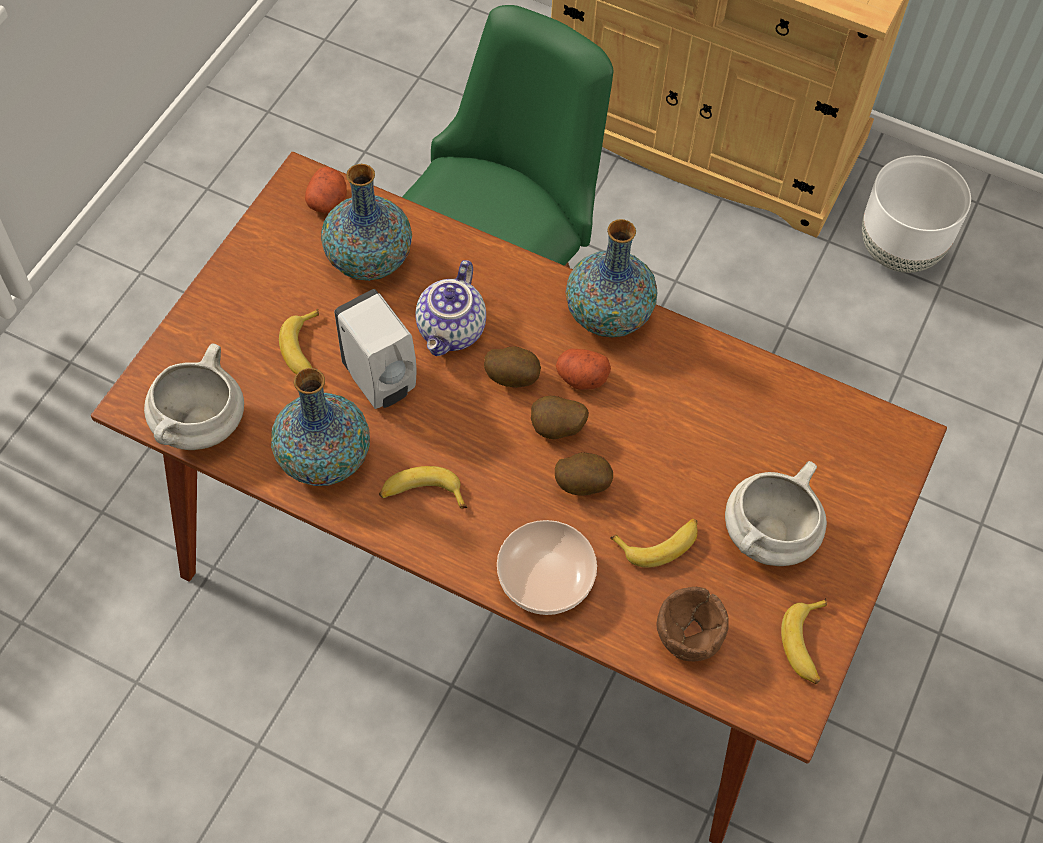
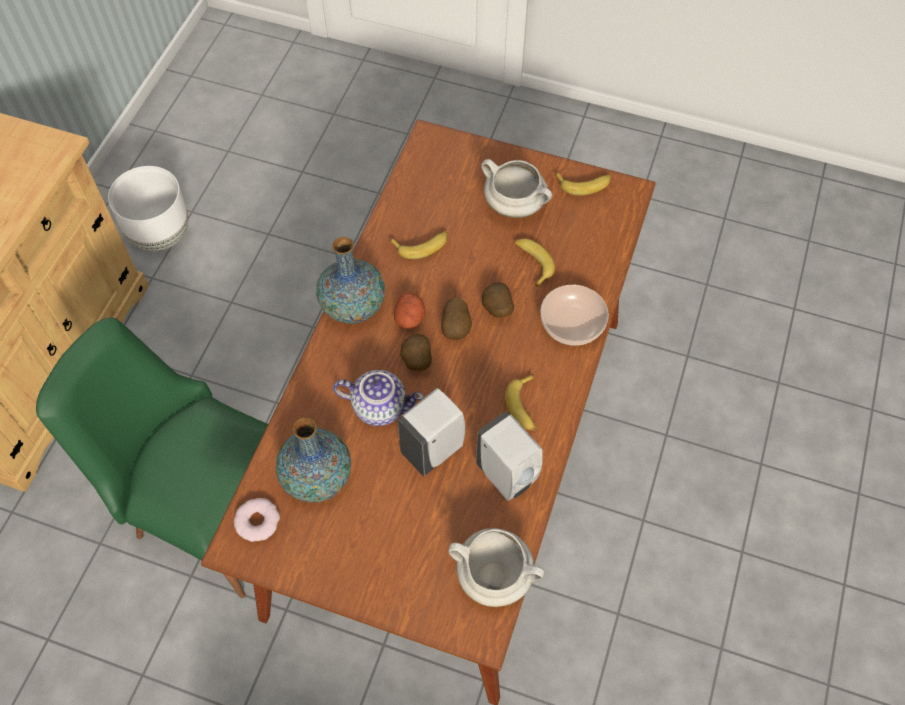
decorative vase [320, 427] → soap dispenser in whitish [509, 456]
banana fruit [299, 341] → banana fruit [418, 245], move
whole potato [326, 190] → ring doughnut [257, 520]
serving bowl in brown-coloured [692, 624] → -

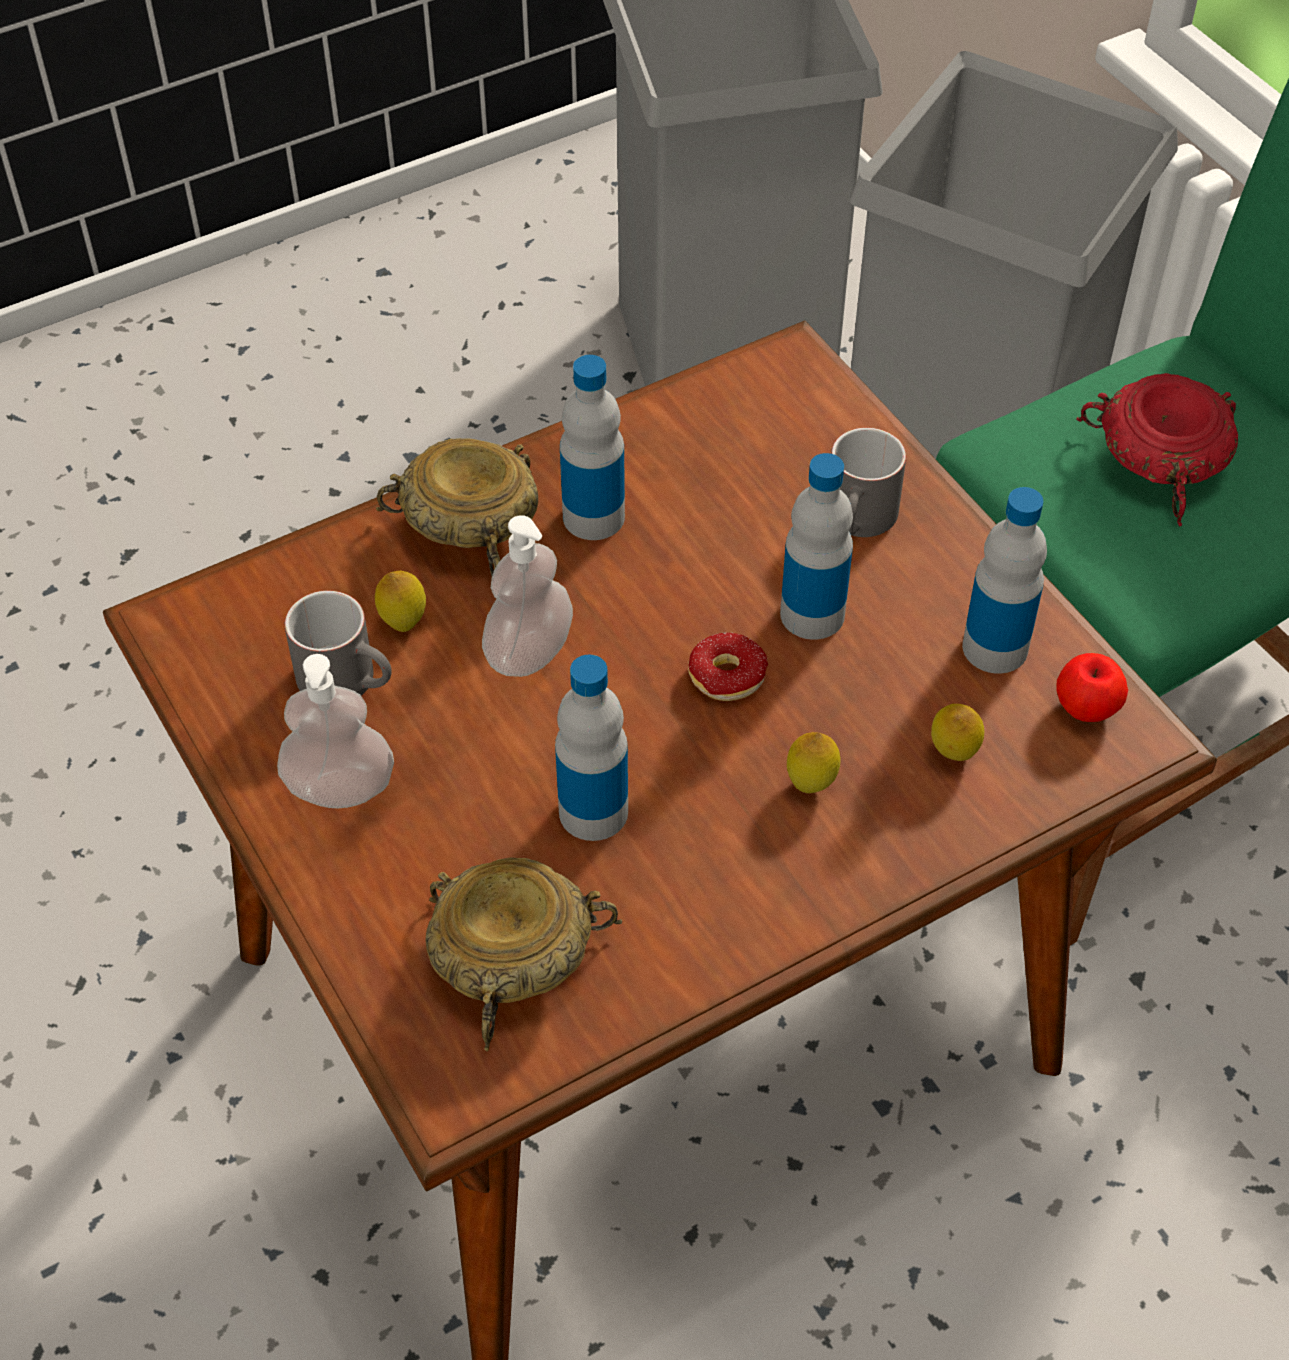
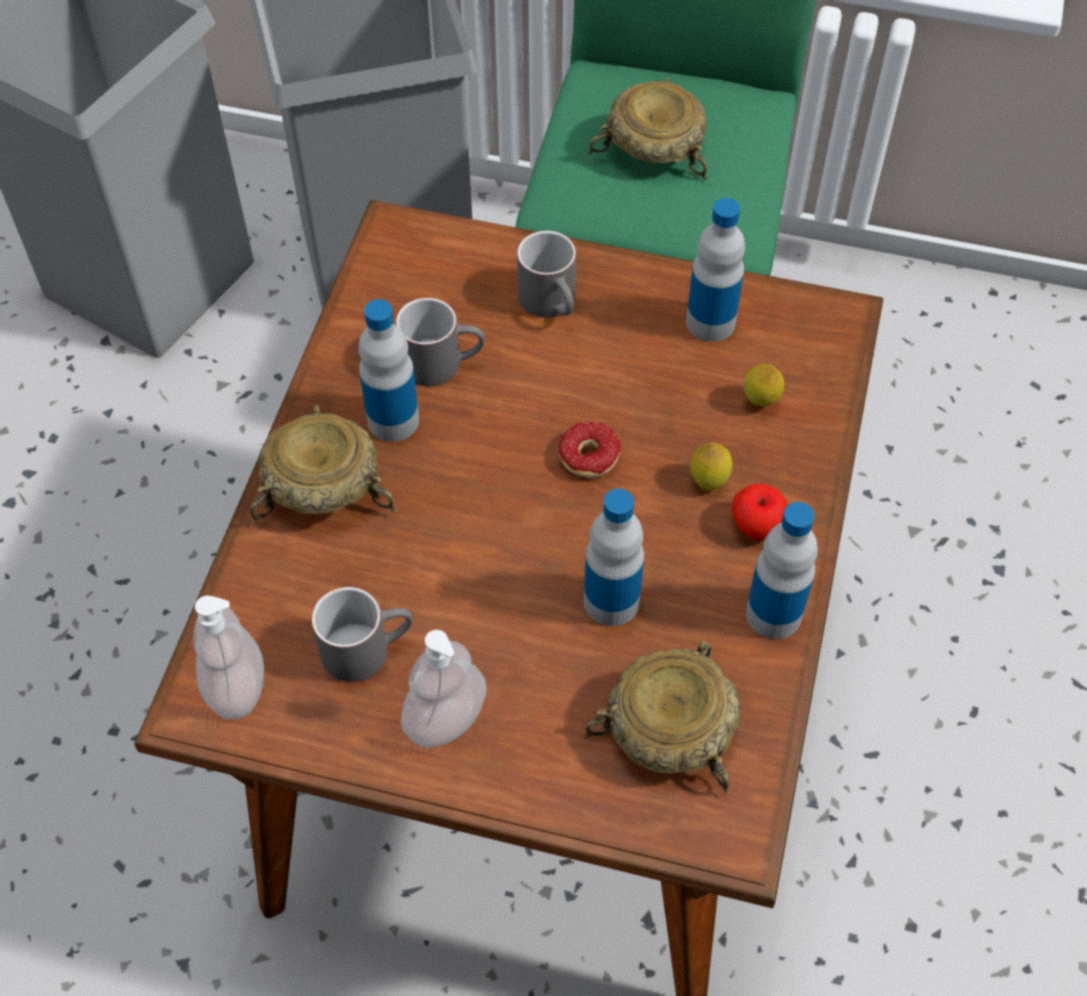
lemon [400, 601] → -
soap dispenser [527, 596] → soap dispenser [228, 657], move
drink bottle [816, 546] → drink bottle [782, 570], move
apple fruit [1092, 687] → apple fruit [760, 512], move
serving bowl in red-coloured [1157, 450] → serving bowl in beige-coloured [647, 129]
- → mug in grey [440, 342]

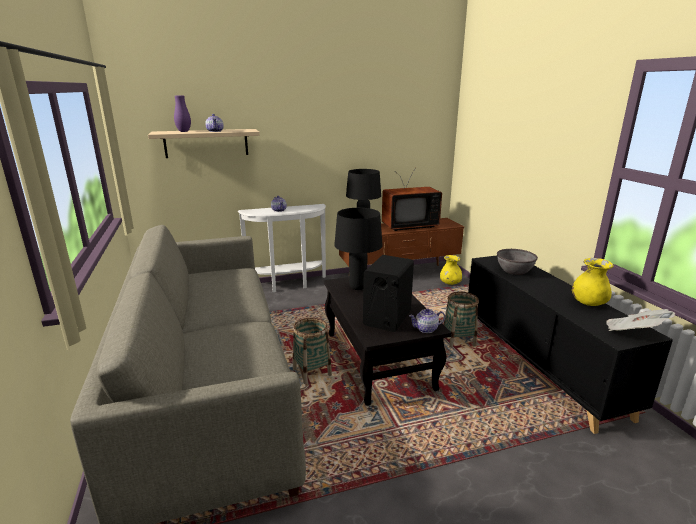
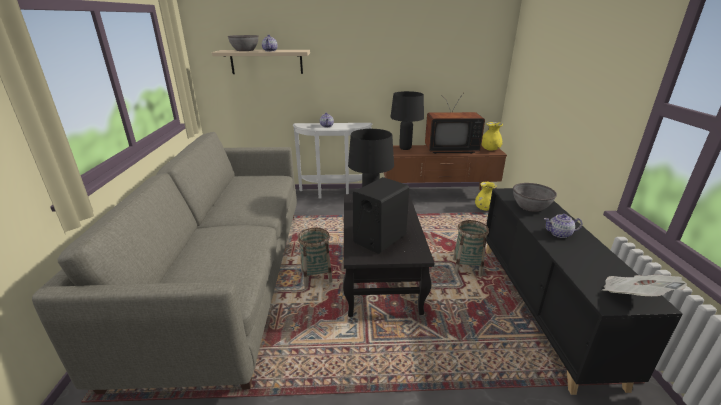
decorative vase in purple-coloured [182, 114] → serving bowl in grey [242, 43]
tea pot [427, 320] → tea pot [563, 226], move
decorative vase in yellow [593, 282] → decorative vase in yellow [492, 136], move

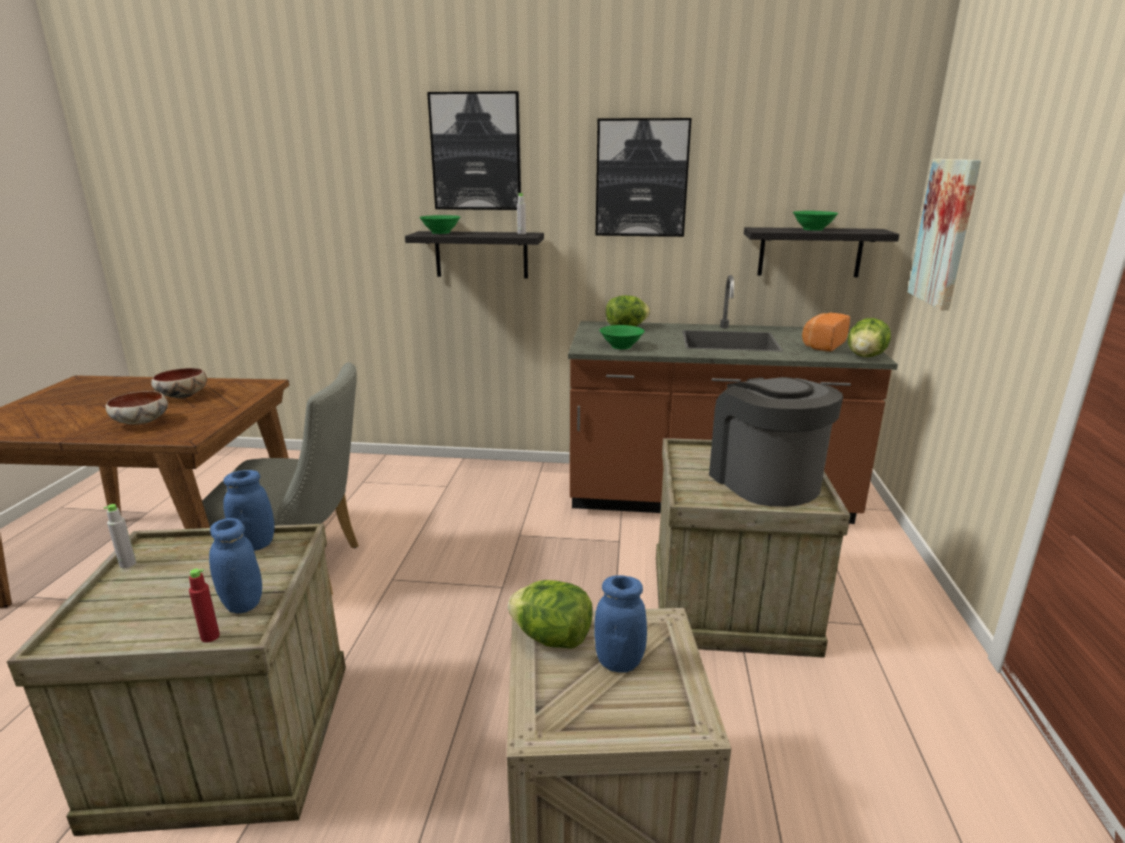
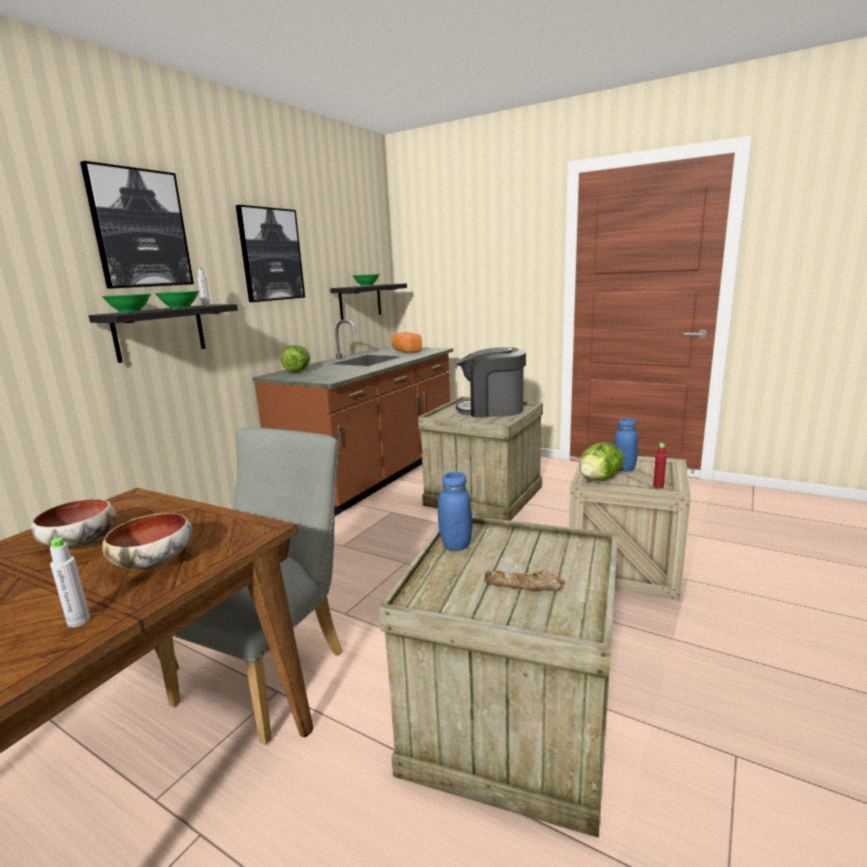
drink bottle in grey [120, 536] → drink bottle in grey [70, 582], move
drink bottle in red-coloured [204, 606] → drink bottle in red-coloured [660, 465], move
preserve jar in blue [235, 565] → -
serving bowl in green-coloured [622, 337] → serving bowl in green-coloured [177, 300], move
lettuce [869, 337] → -
wall art [944, 234] → -
- → baked bread [524, 580]

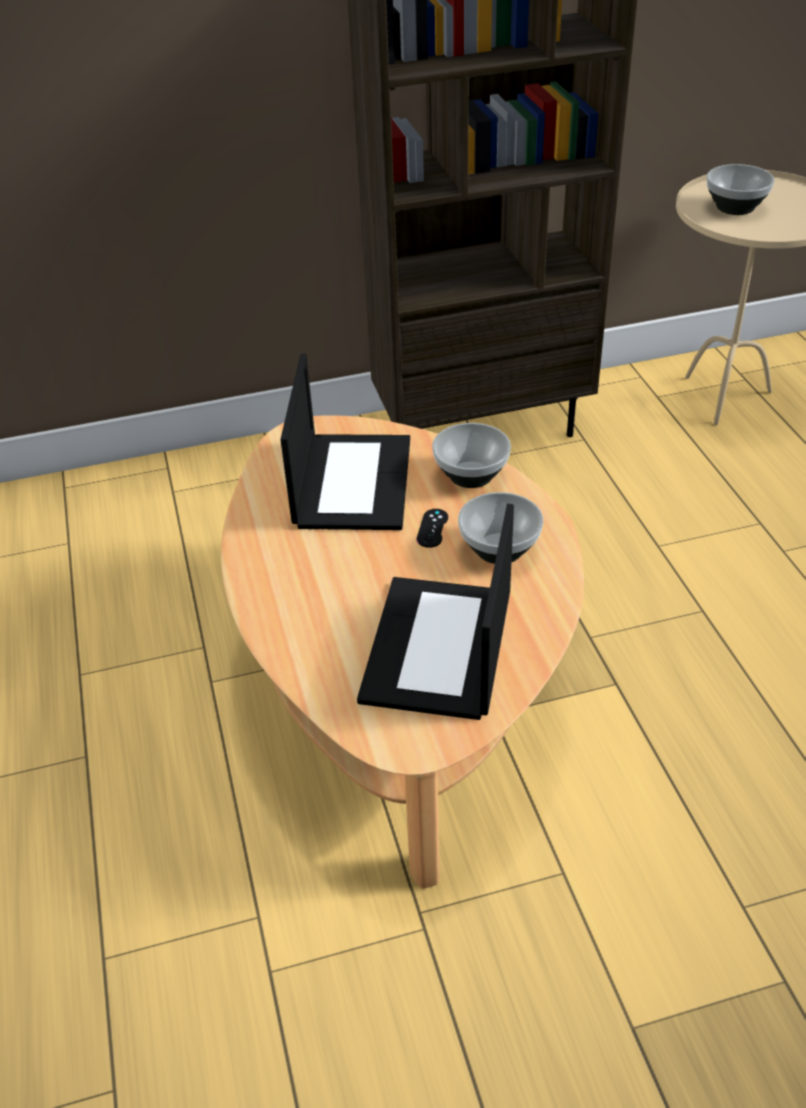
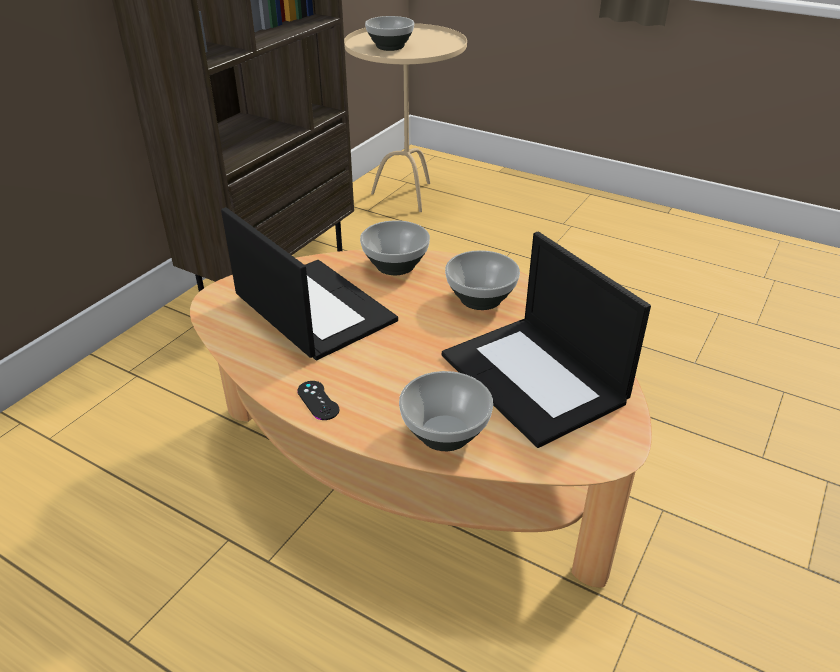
gamepad in blackish [432, 528] → gamepad in blackish [318, 400], move
- → serving bowl [446, 411]

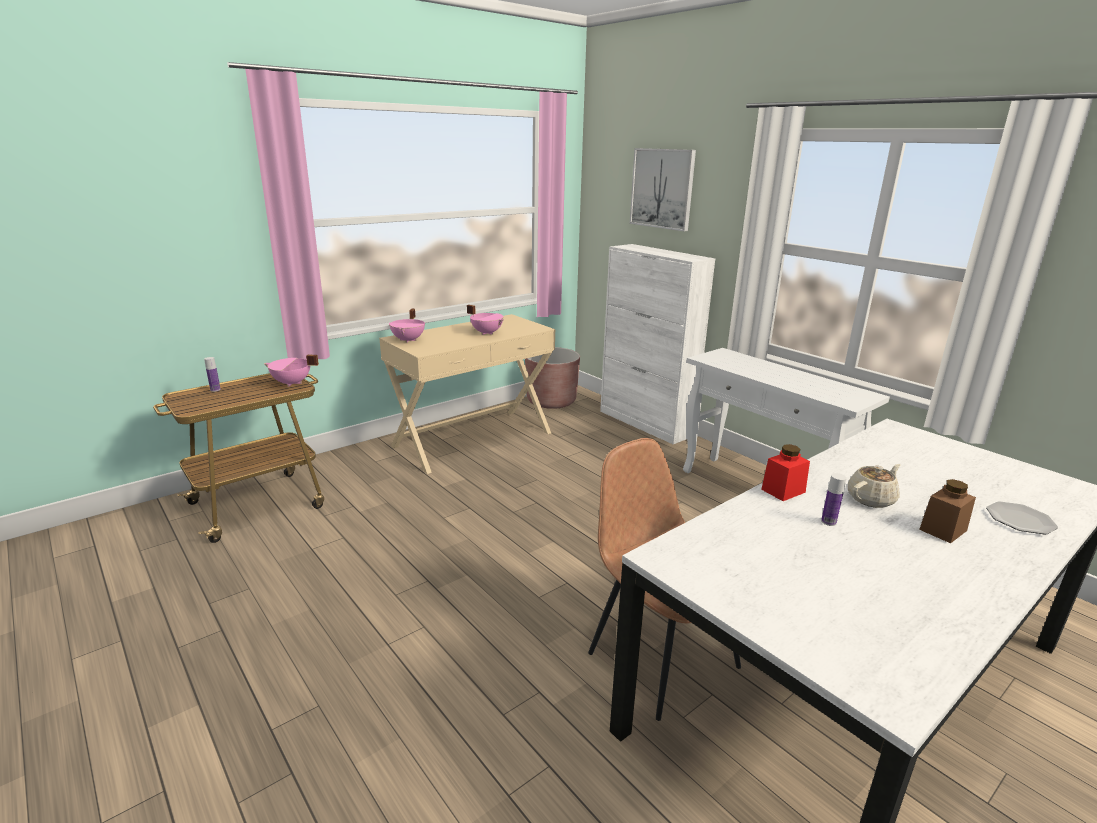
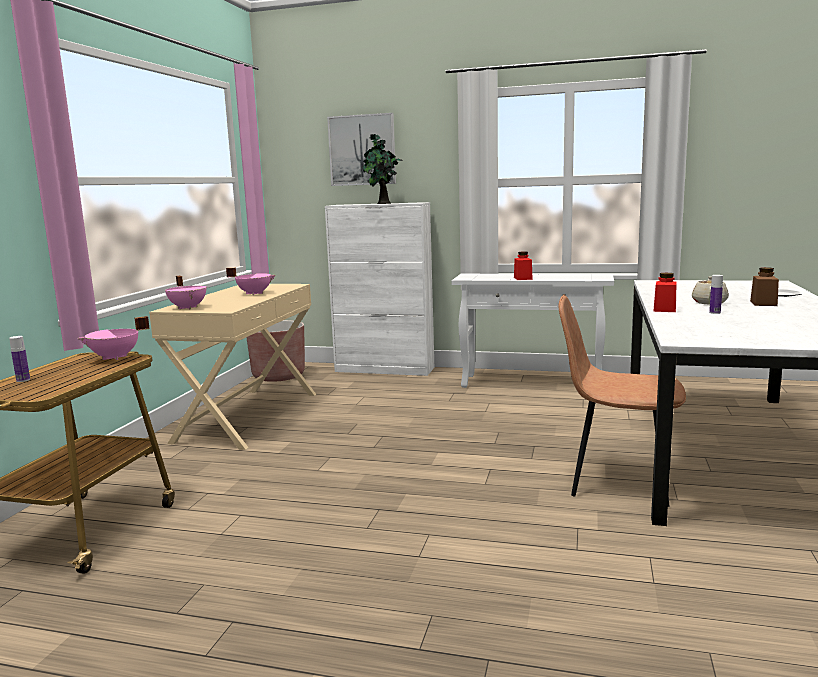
- → potted plant [382, 169]
- → preserve jar in red-coloured [523, 265]

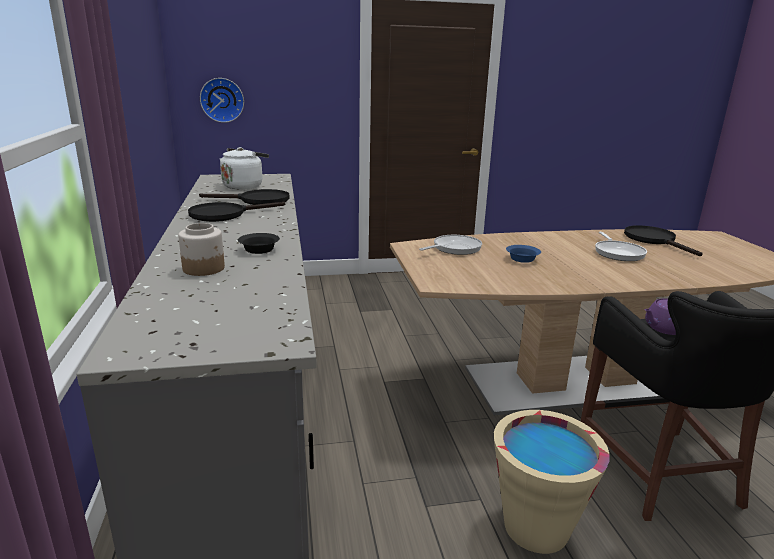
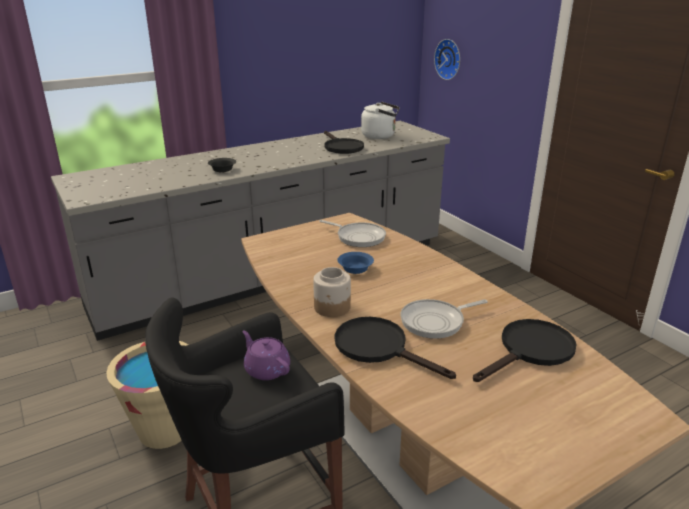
preserve jar [201, 249] → preserve jar [332, 292], move
skillet in blackish [236, 212] → skillet in blackish [395, 348], move

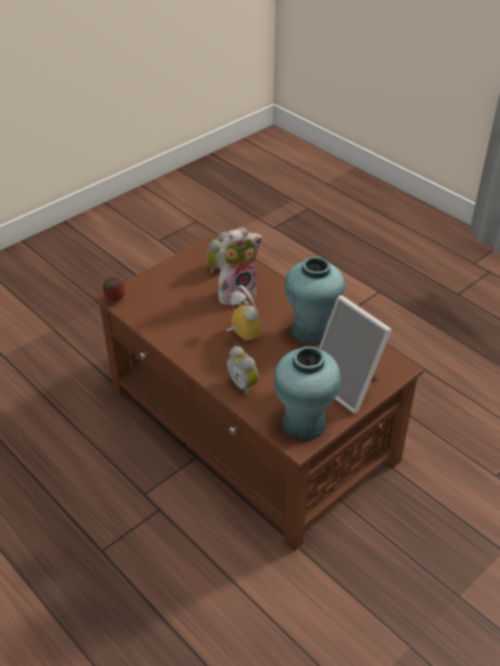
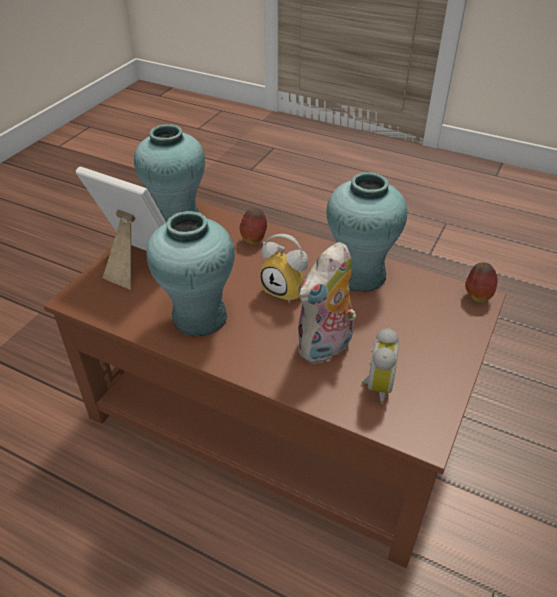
alarm clock [242, 371] → apple fruit [253, 226]
- → decorative vase in turquoise-coloured [366, 232]

